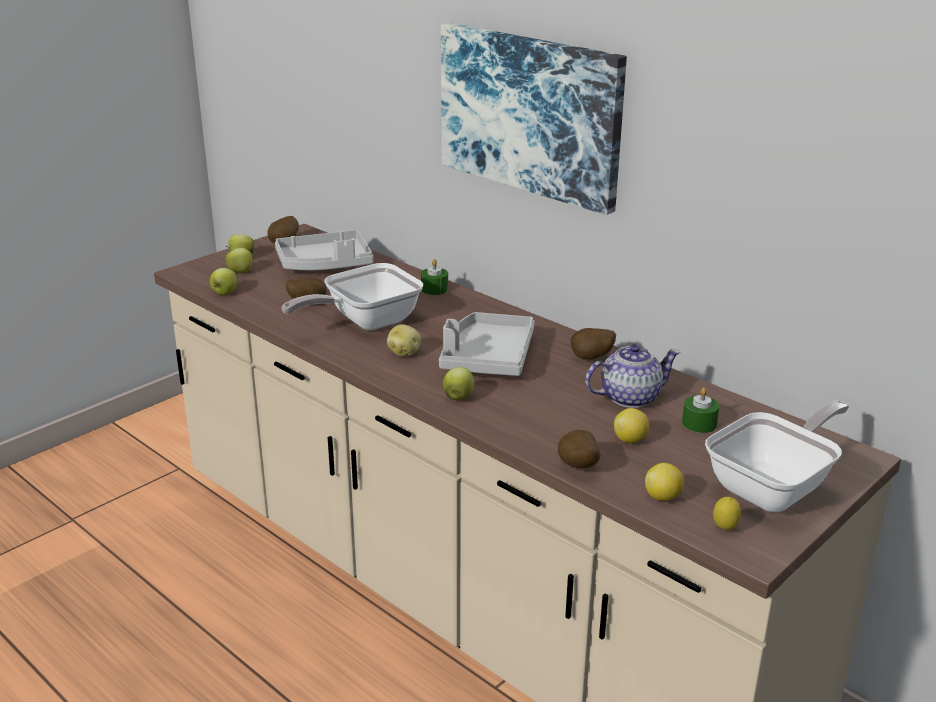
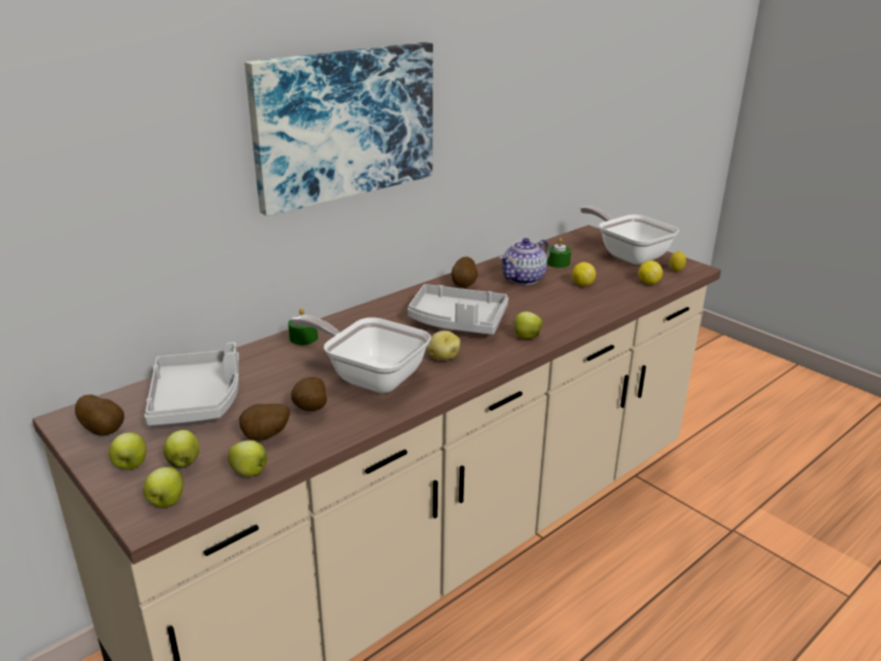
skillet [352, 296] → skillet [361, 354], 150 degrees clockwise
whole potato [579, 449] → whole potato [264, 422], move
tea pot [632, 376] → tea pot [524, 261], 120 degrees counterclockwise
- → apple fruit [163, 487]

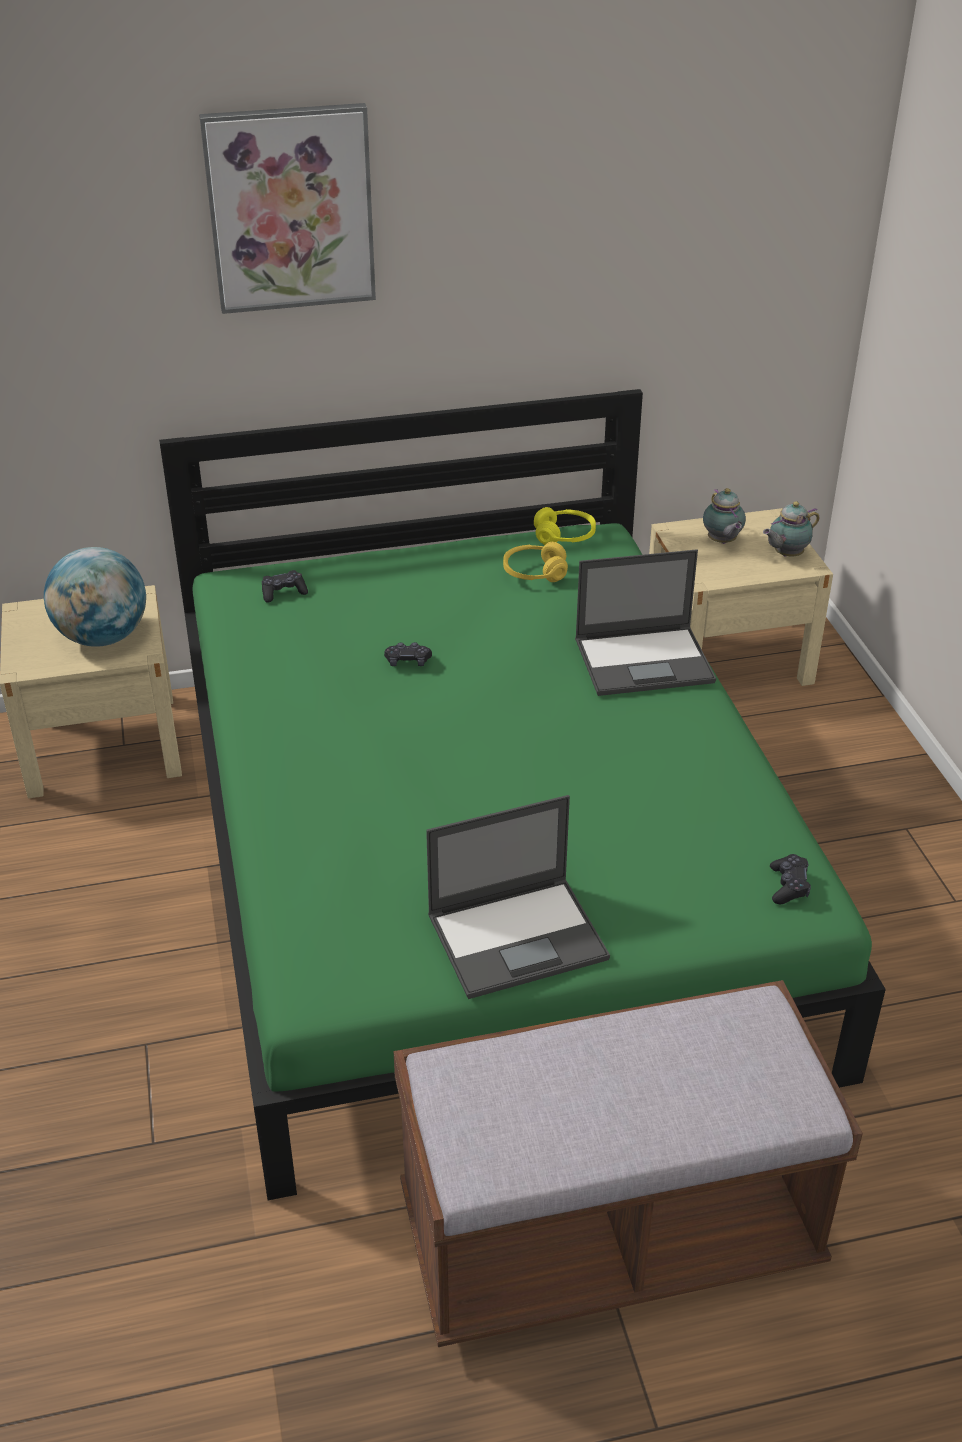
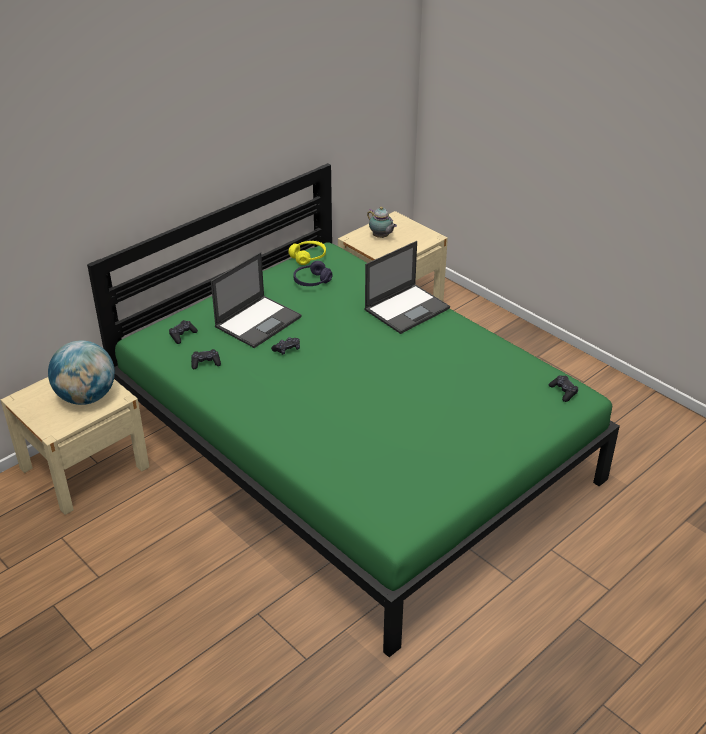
wall art [287, 208] → -
long seat in brown-coloured [628, 1163] → -
notebook computer [518, 897] → notebook computer [256, 300], move
headset in yellow [535, 562] → headset in purple-coloured [313, 273]
tea pot [791, 528] → -
- → gamepad in blackish [206, 359]

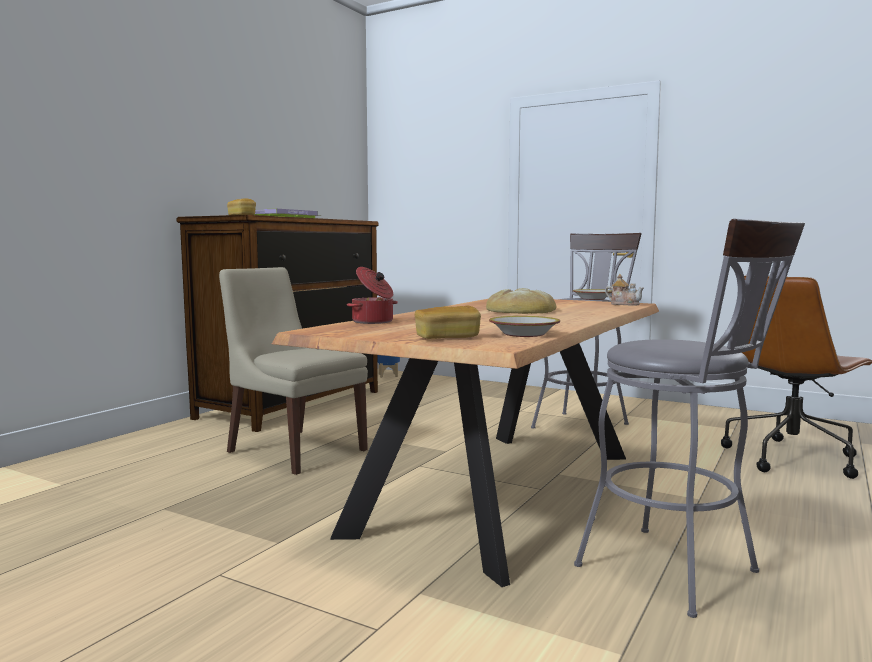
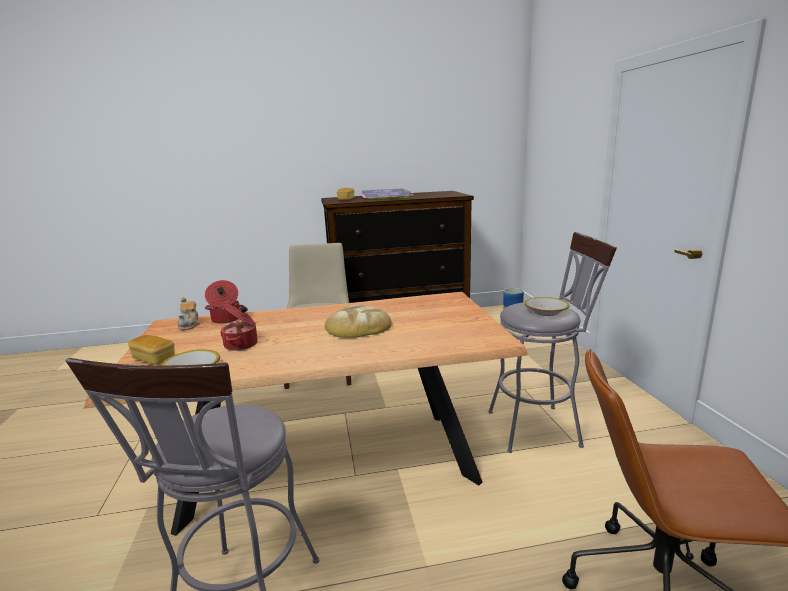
tea pot [624, 290] → tea pot [189, 313], move
- → stockpot [239, 327]

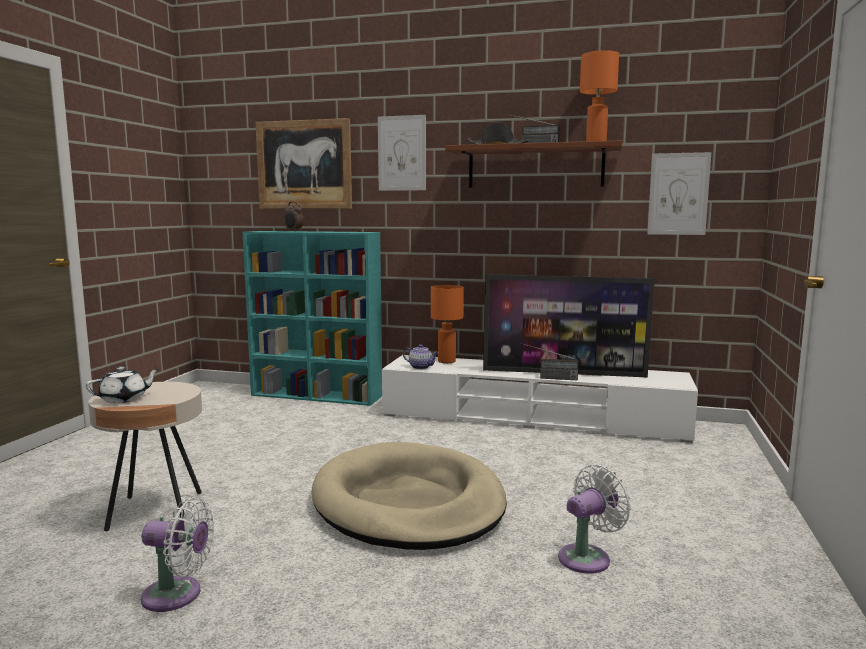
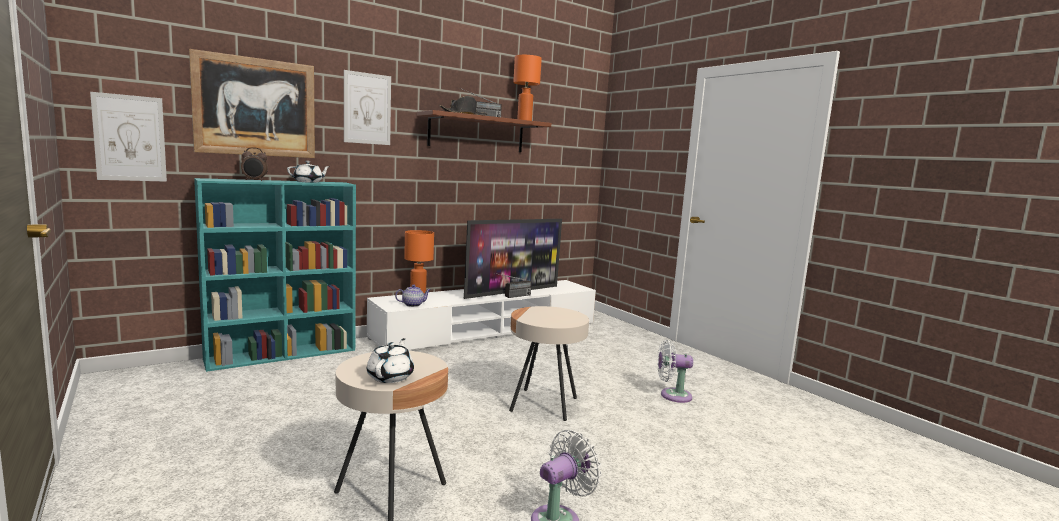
dog cushion in beige-coloured [409, 496] → accent table in beige-coloured [549, 363]
fan in whitish [594, 519] → fan in whitish [675, 371], 90 degrees counterclockwise
wall art [679, 193] → wall art [128, 137], move
- → tea pot in whitish [308, 172]

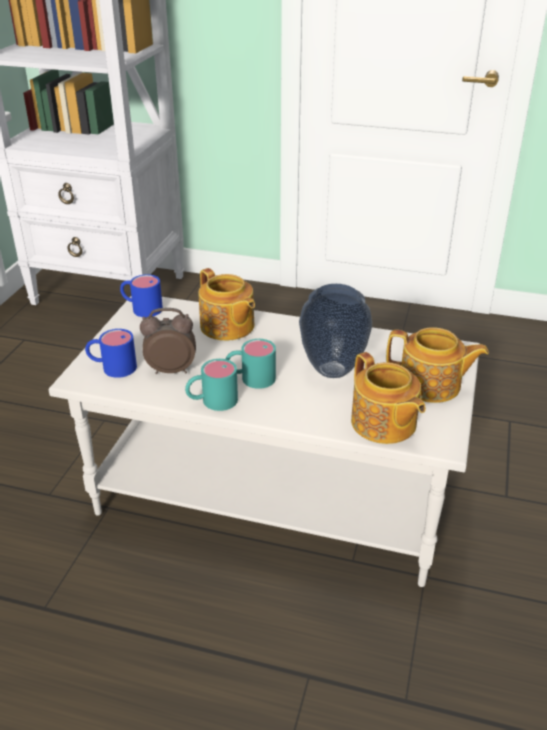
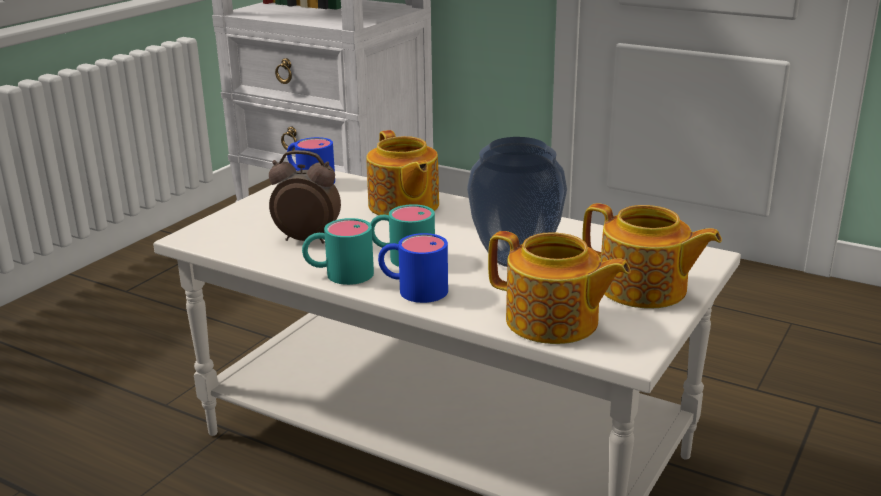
mug in blue [111, 353] → mug in blue [413, 268], move
tea pot [388, 398] → tea pot [559, 287], 45 degrees counterclockwise

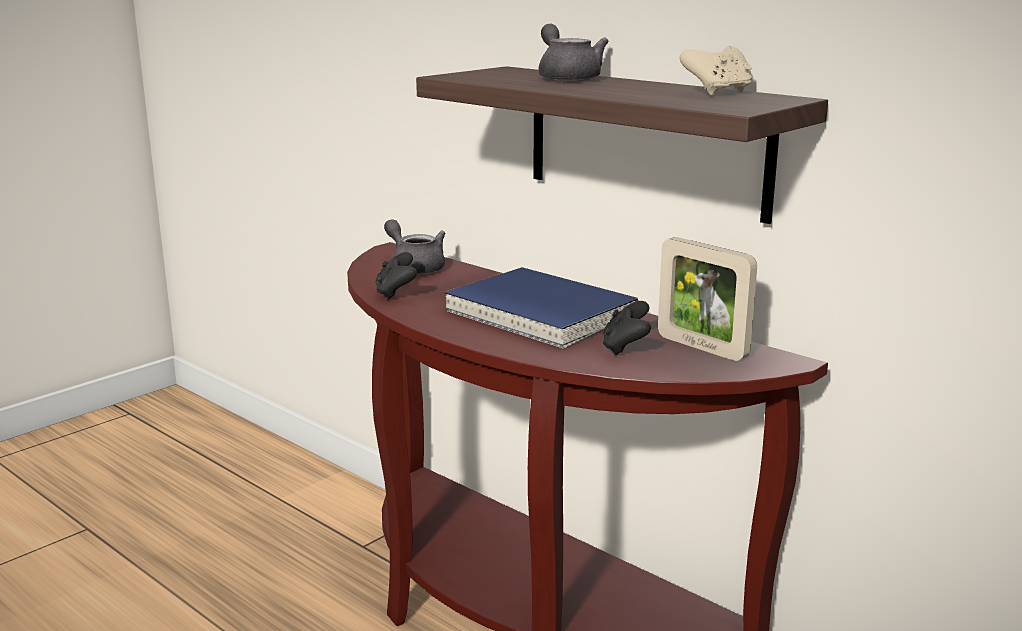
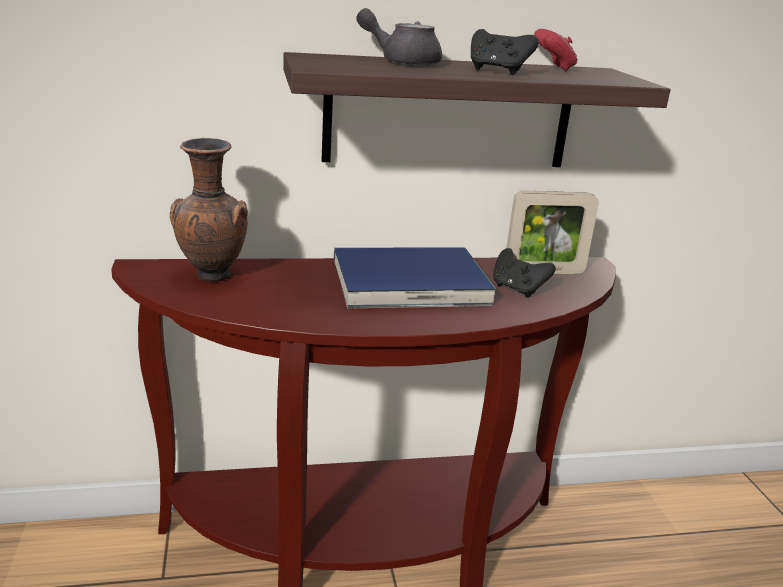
gamepad in blackish [396, 276] → gamepad in blackish [505, 52], move
tea pot in grey [414, 247] → decorative vase in brown-coloured [209, 210]
gamepad in beige-coloured [716, 71] → gamepad in red-coloured [556, 50]

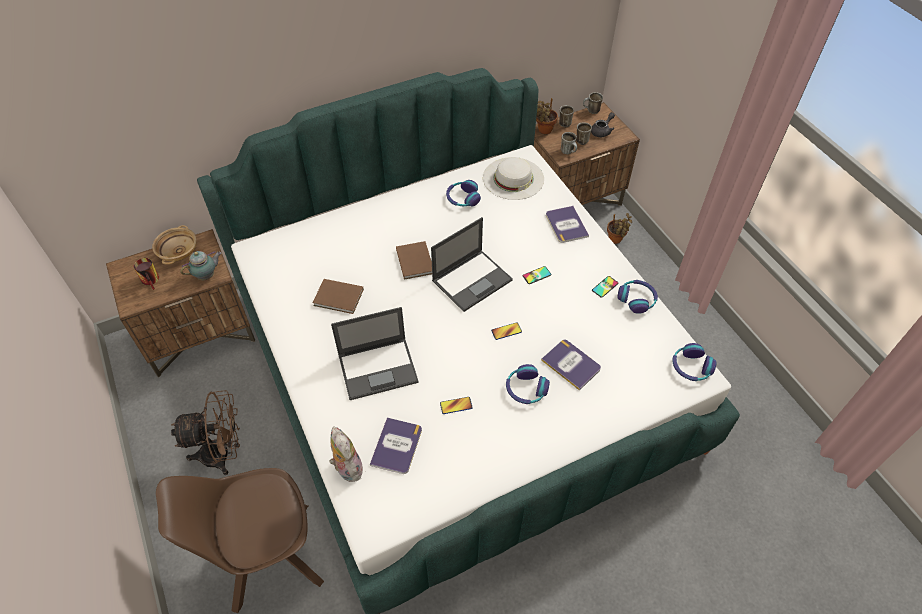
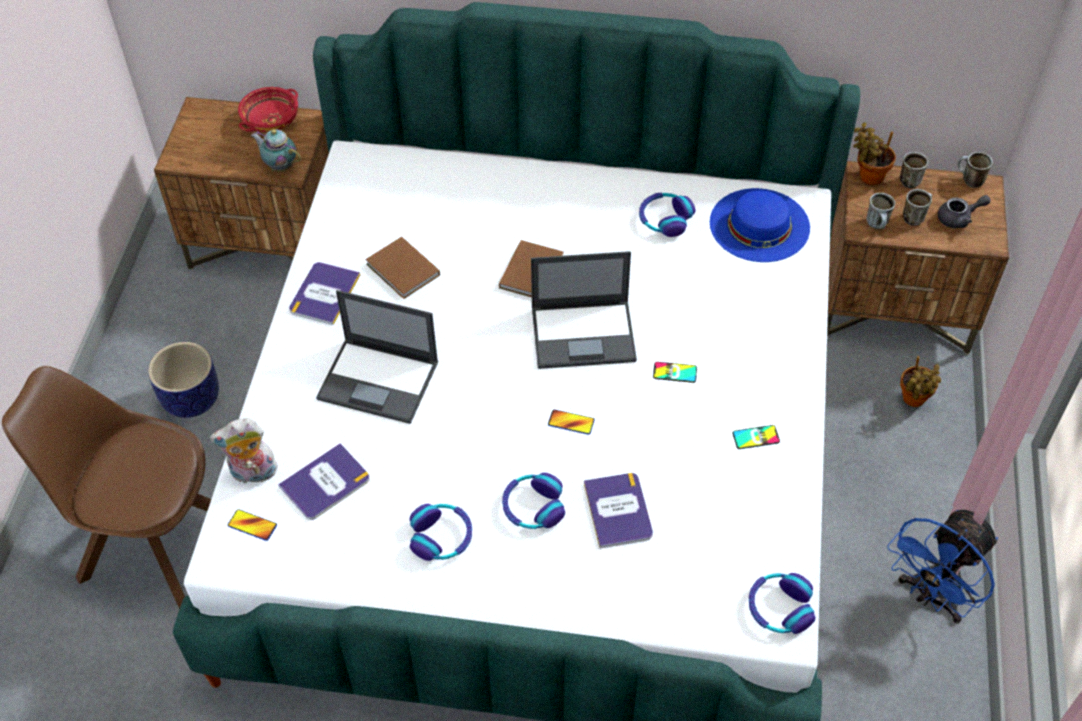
mug [146, 274] → -
serving bowl in beige-coloured [174, 245] → serving bowl in red-coloured [268, 109]
fan in brown-coloured [205, 432] → plant pot [183, 380]
tea pot [201, 265] → tea pot [276, 150], 150 degrees counterclockwise
cuddly toy [346, 454] → cuddly toy [244, 451], 105 degrees counterclockwise
phone [456, 405] → phone [252, 525], move
wearable hat in whitish [513, 178] → wearable hat in blue [760, 225]
book [567, 224] → book [324, 293], move
headset [637, 297] → headset [441, 532], move
- → fan in blue [942, 566]

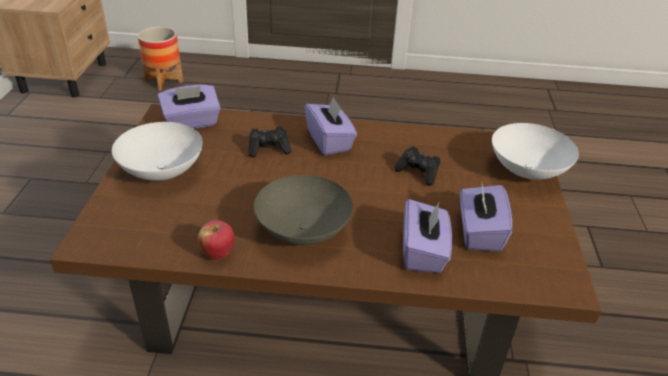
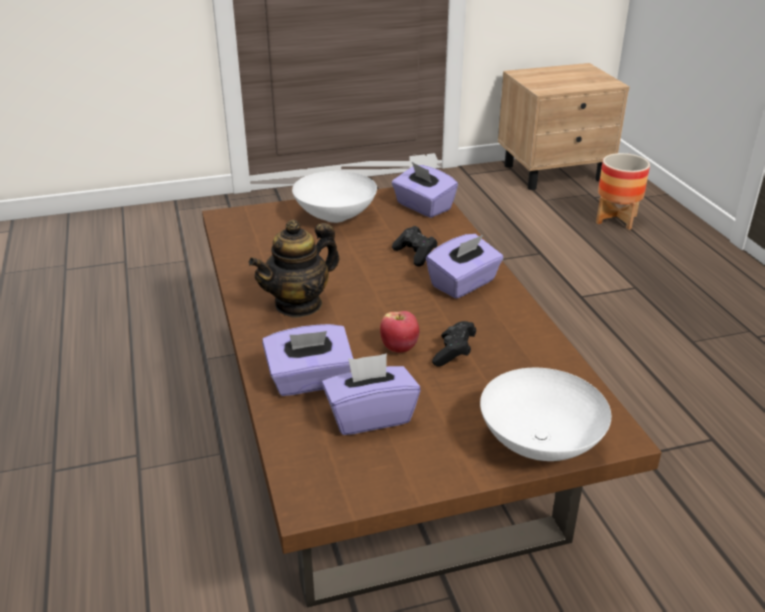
apple fruit [216, 240] → apple fruit [399, 332], move
serving bowl in grey [303, 210] → tea pot [293, 268]

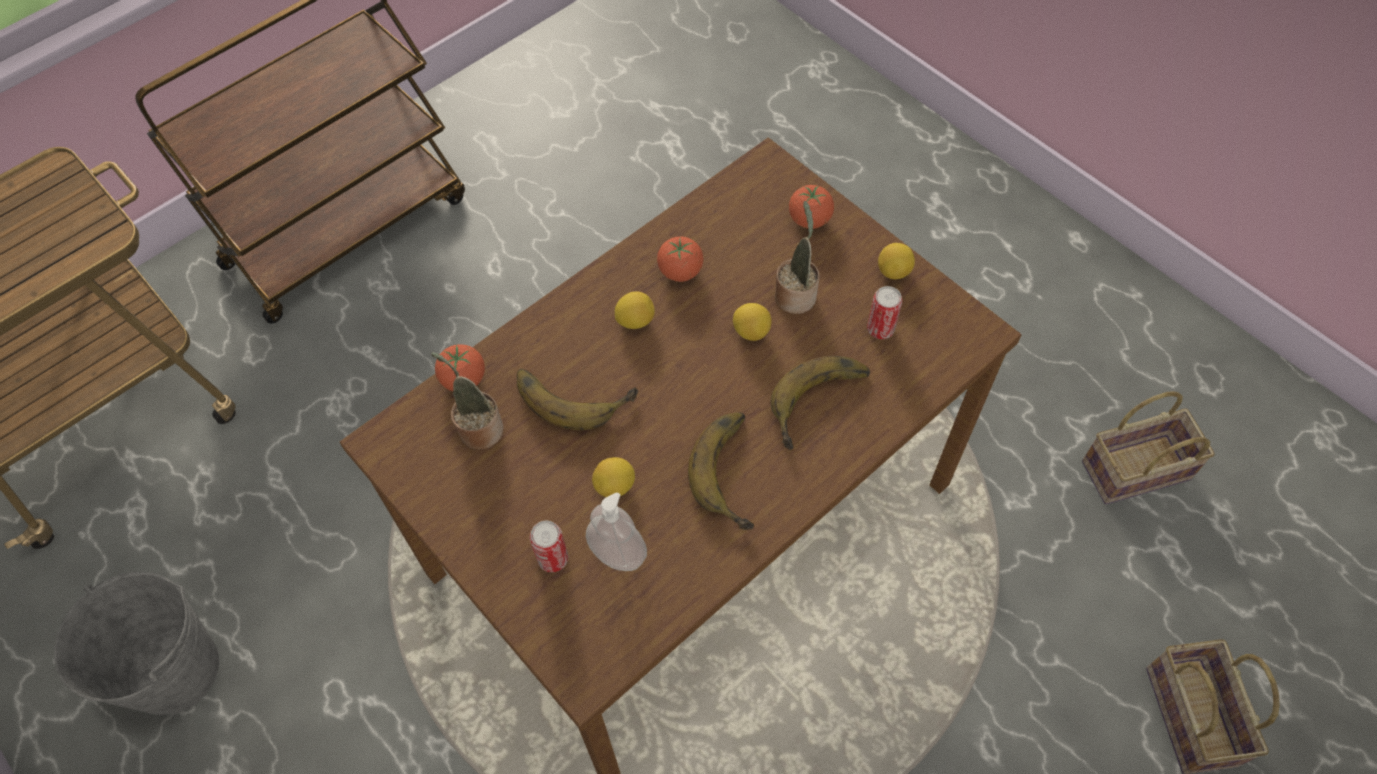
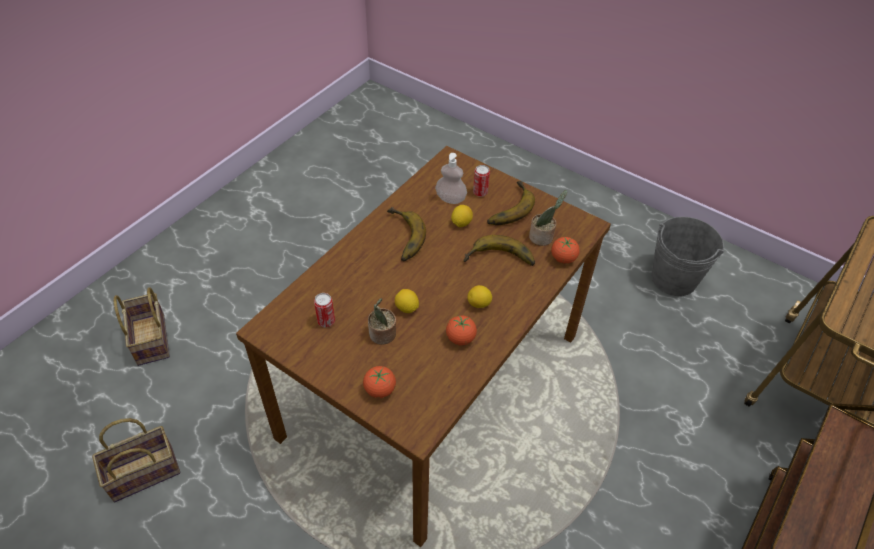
banana fruit [820, 403] → banana fruit [511, 203], move
lemon [896, 261] → -

